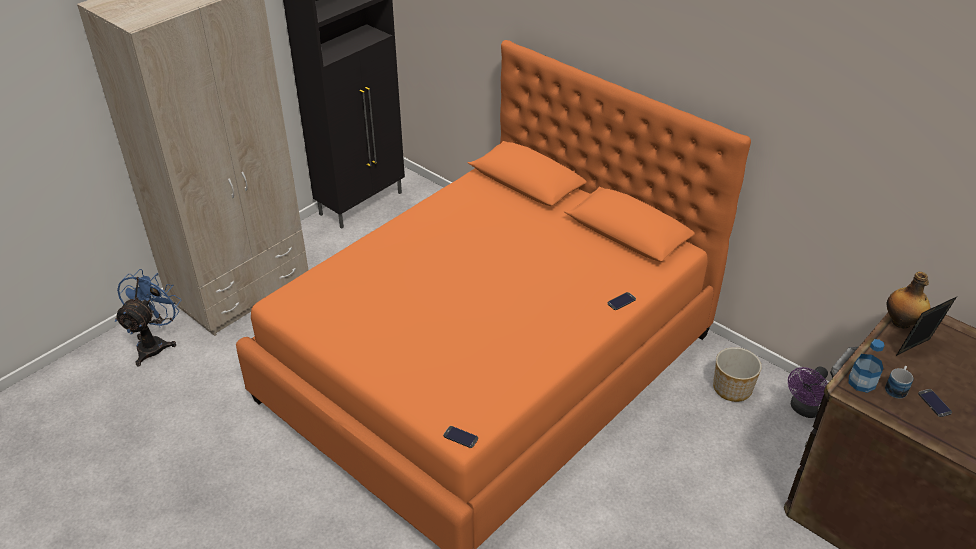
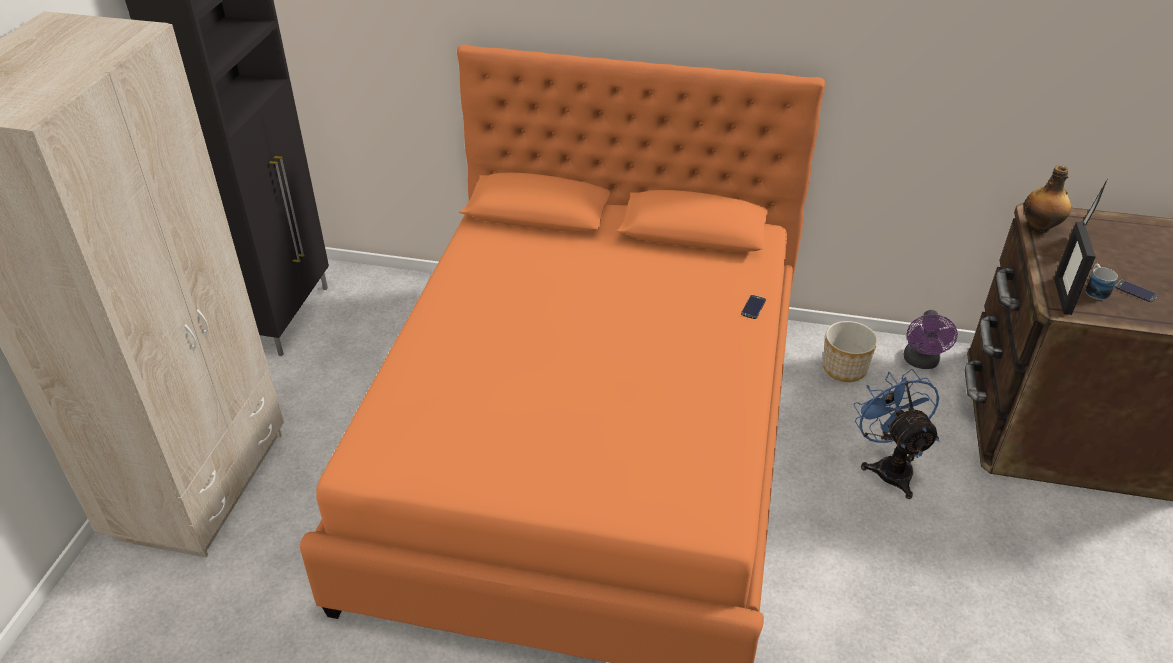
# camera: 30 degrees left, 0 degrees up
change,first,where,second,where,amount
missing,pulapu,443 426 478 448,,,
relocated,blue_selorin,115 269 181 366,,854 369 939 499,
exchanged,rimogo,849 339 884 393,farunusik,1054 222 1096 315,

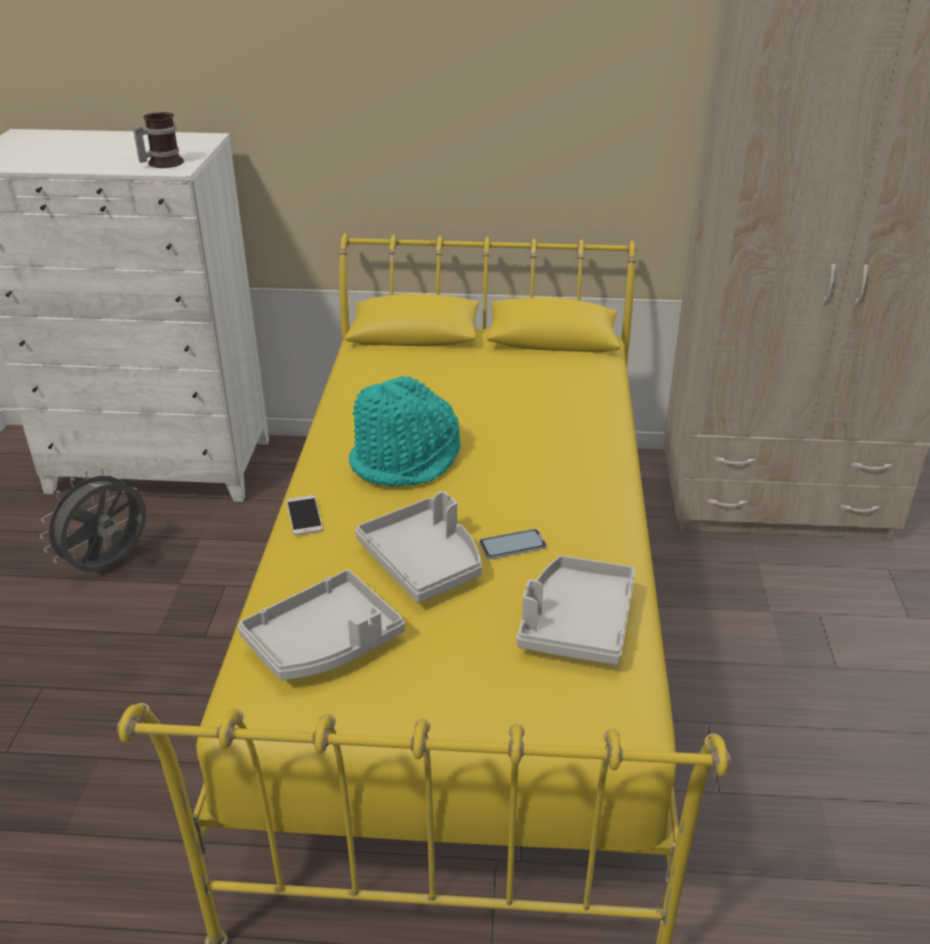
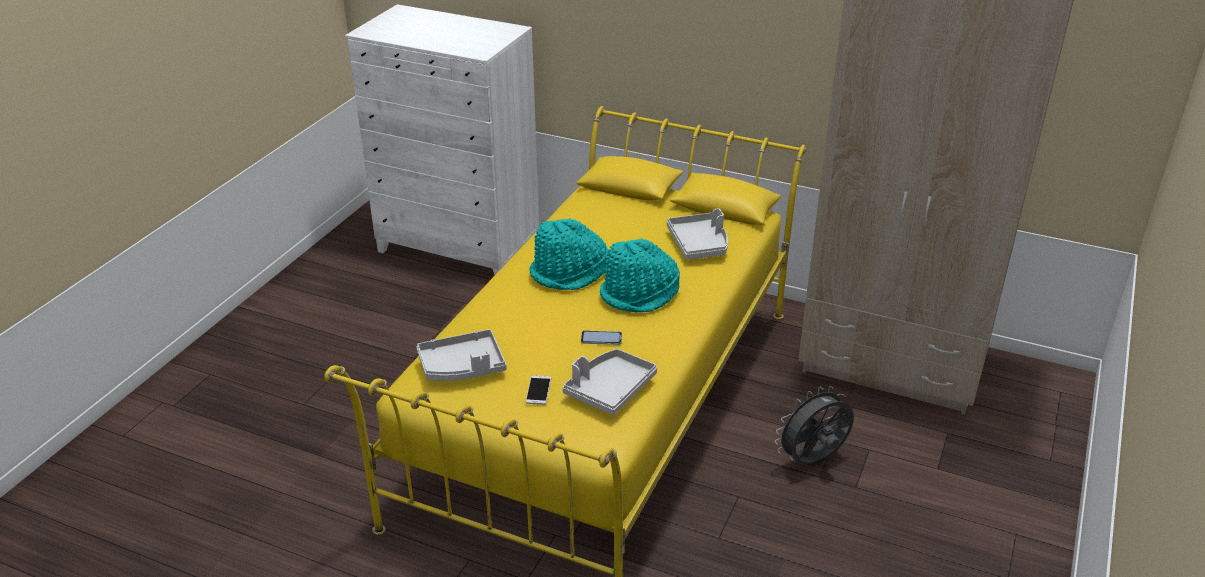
# camera: 20 degrees right, 0 degrees up
change,first,where,second,where,amount
missing,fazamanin,133 112 184 168,,,
appeared,,,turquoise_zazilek,600 239 680 312,
relocated,grey_selorin,40 468 146 572,,775 386 854 466,
relocated,pulapu,286 495 323 535,,525 375 551 405,
relocated,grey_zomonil,355 491 482 603,,667 208 728 260,

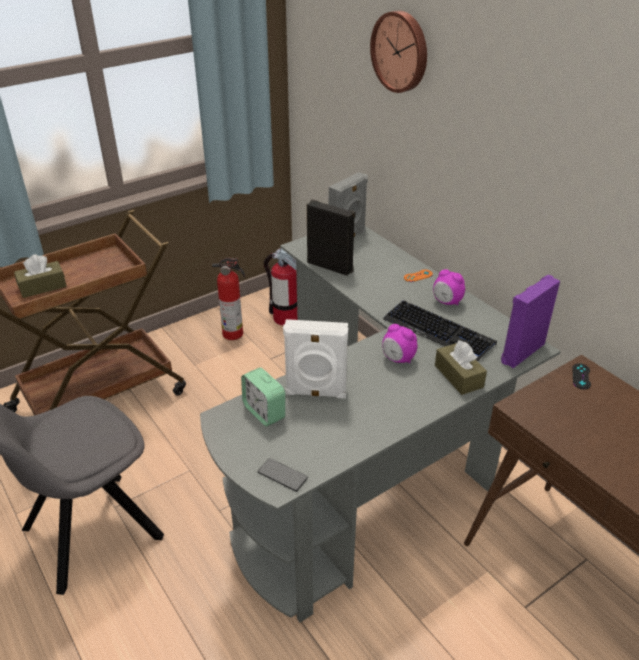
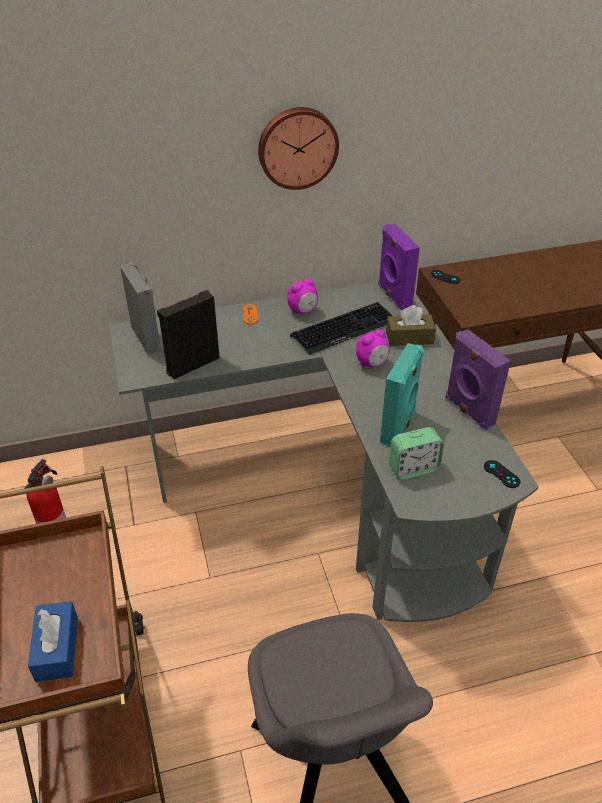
# camera: 70 degrees left, 5 degrees up
change,first,where,second,where,amount
missing,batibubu,264 248 297 326,,,
appeared,,,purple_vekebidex,446 329 511 430,
relocated,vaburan,370 11 427 93,,258 107 339 190,
exchanged,pulapu,258 458 308 492,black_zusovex,484 460 520 488,
colour,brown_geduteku,14 254 67 298,blue_geduteku,28 601 78 682,
colour,white_vekebidex,283 319 348 399,turquoise_vekebidex,380 343 424 447,

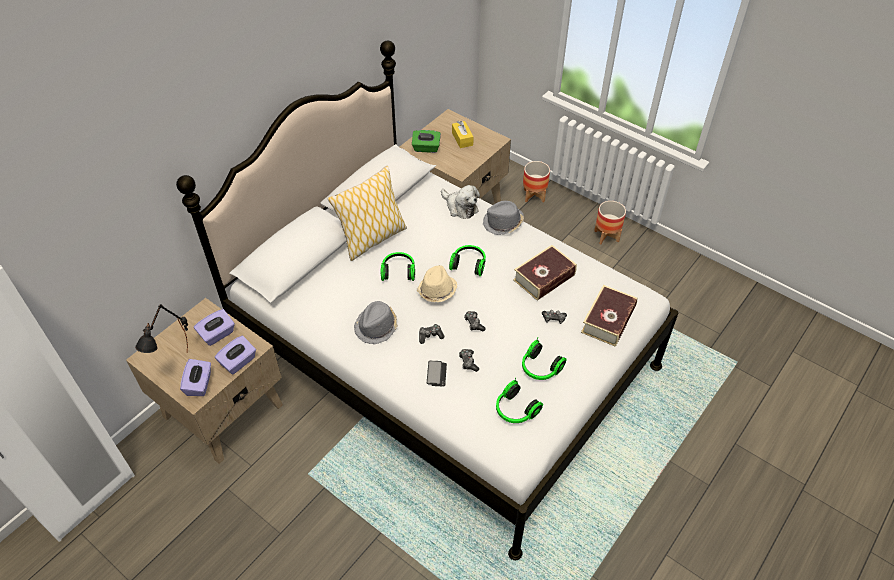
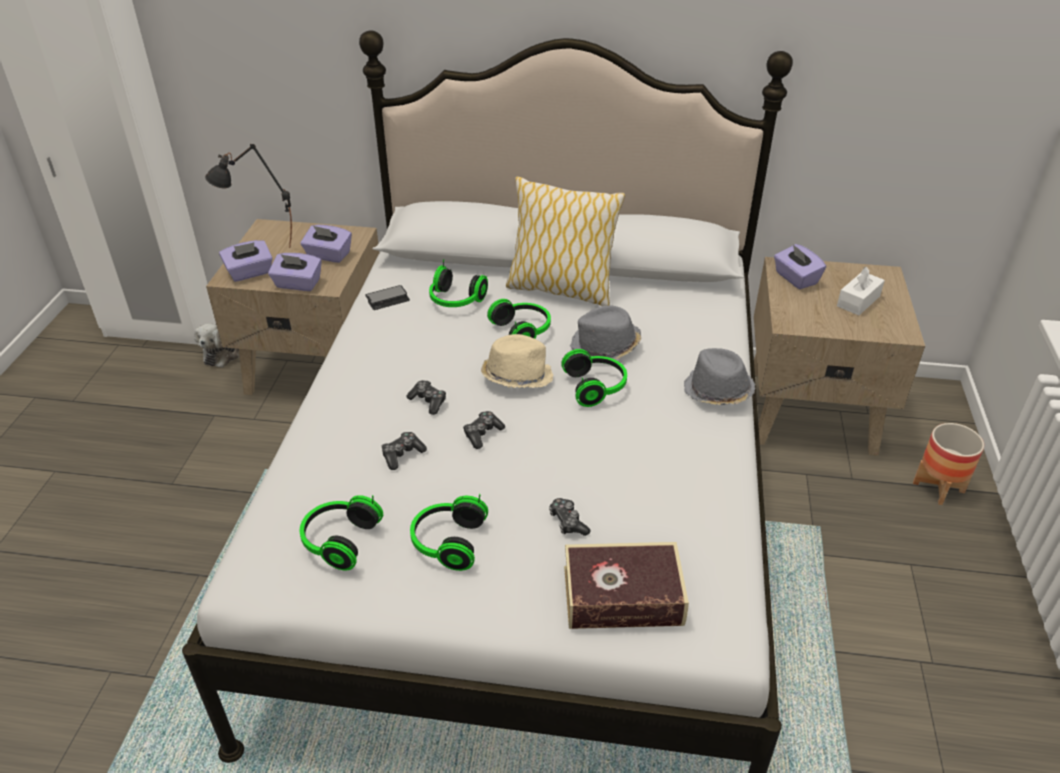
# camera: 60 degrees right, 10 degrees down
change,first,where,second,where,amount
missing,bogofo,513 245 577 301,,,
missing,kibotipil,594 201 626 244,,,
appeared,,,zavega,429 259 488 307,
relocated,grey_zazilek,354 301 398 345,,570 305 641 359,
relocated,pulapu,427 361 447 386,,365 285 410 310,
relocated,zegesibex,441 185 480 219,,194 323 239 368,
colour,green_geduteku,412 130 441 153,purple_geduteku,774 244 826 289,
colour,yellow_geduteku,452 121 474 148,white_geduteku,837 267 885 315,

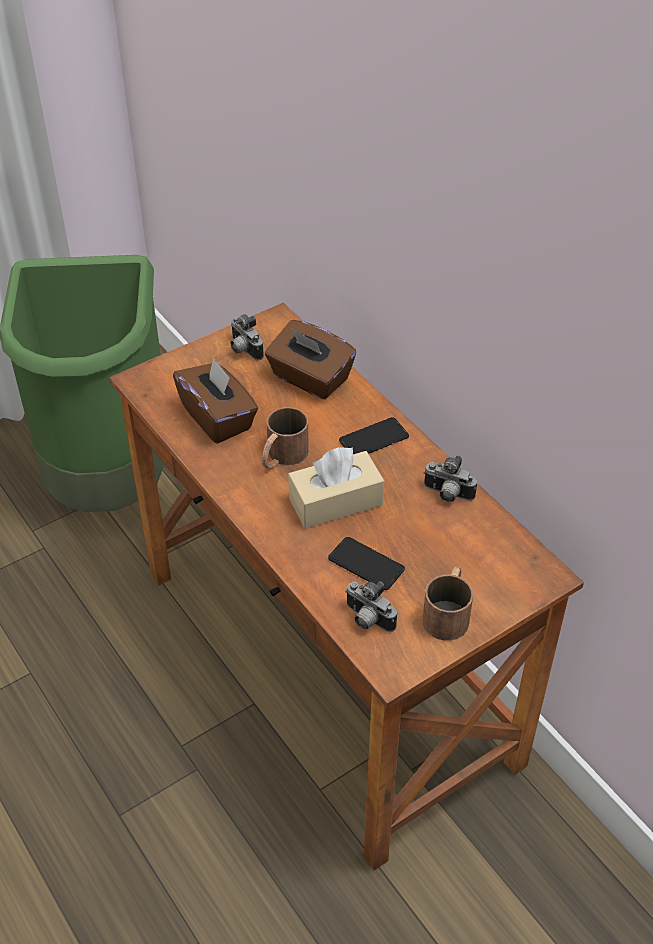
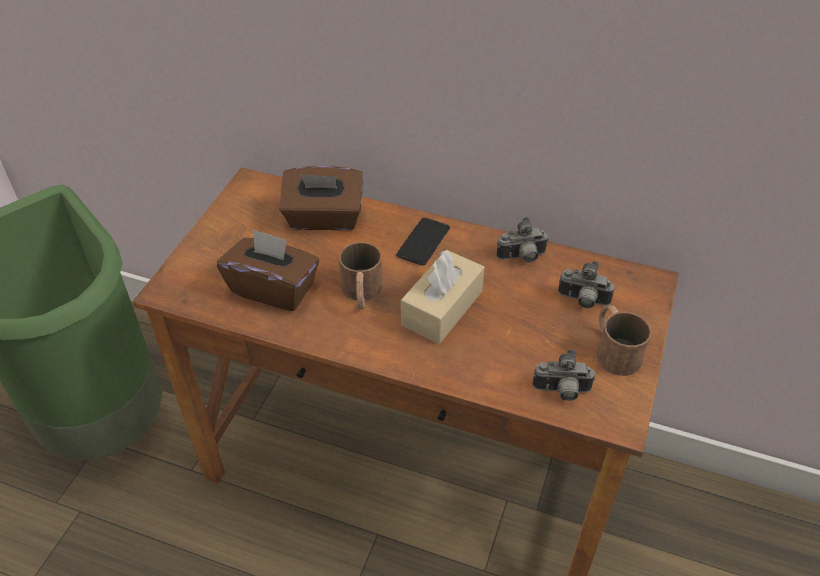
# camera: 35 degrees left, 0 degrees up
change,first,where,second,where,amount
missing,pulapu,328 537 405 590,,,
relocated,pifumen,230 314 264 360,,558 261 615 308,

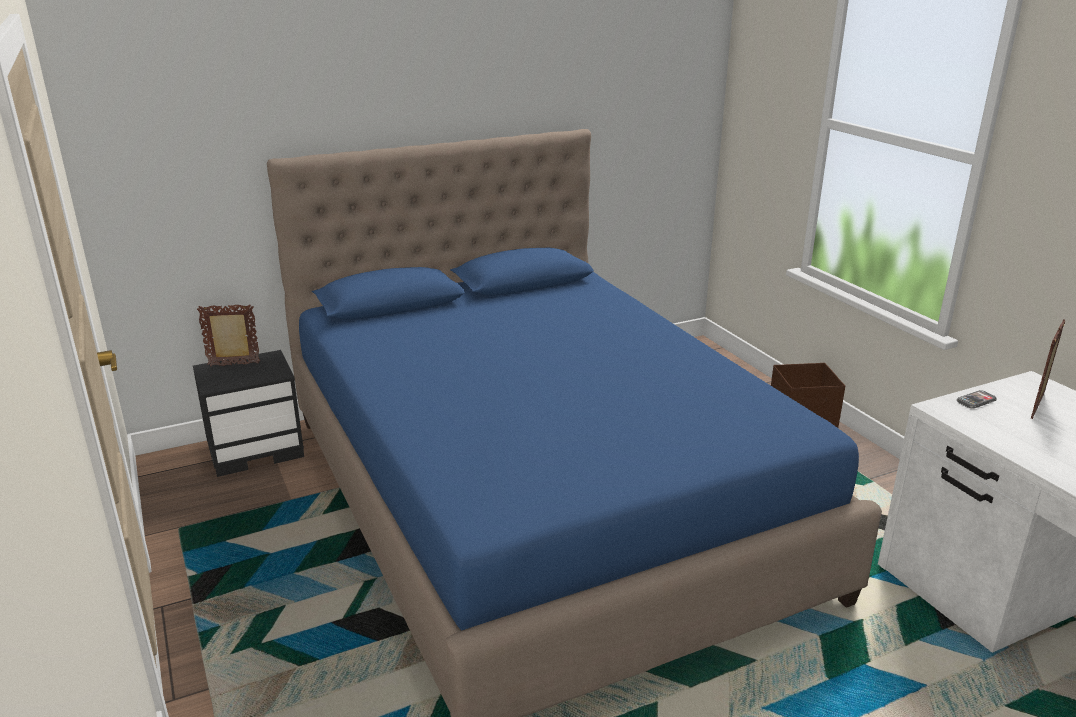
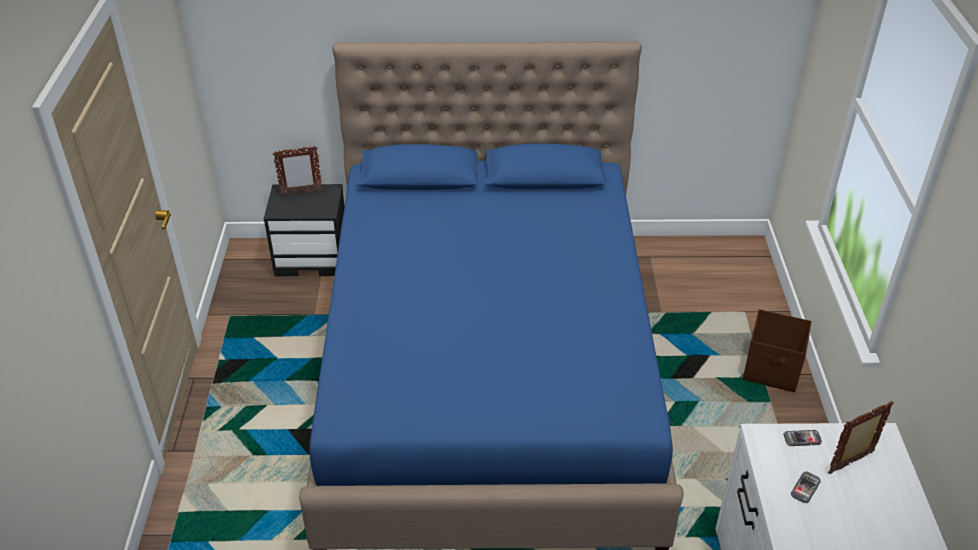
# camera: 25 degrees right, 15 degrees up
change,first,where,second,where,amount
appeared,,,pulapu,791 472 821 503,
spun,farunusik,197 304 260 367,,273 146 323 195,150 degrees clockwise

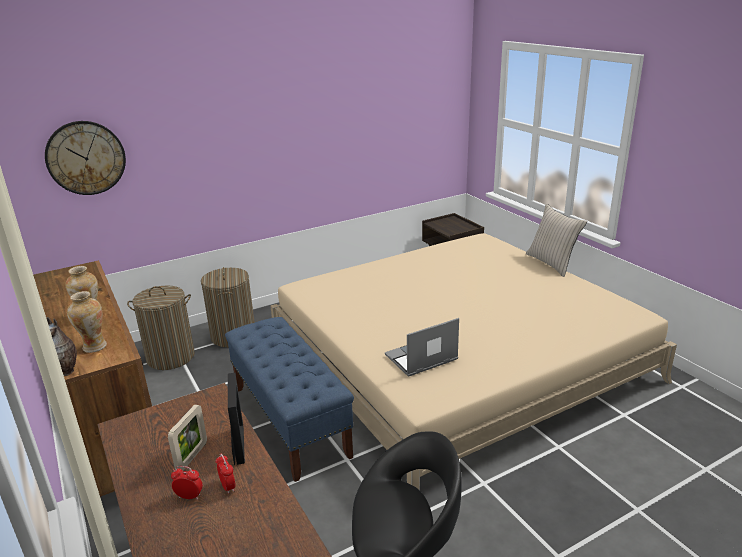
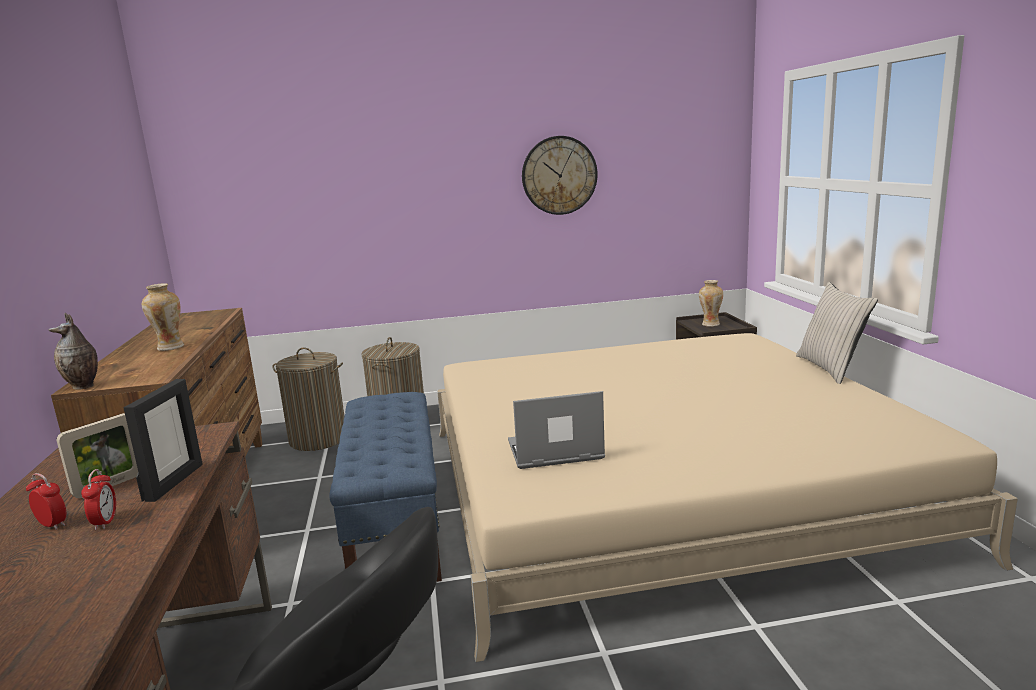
# camera: 20 degrees right, 10 degrees down
change,first,where,second,where,amount
relocated,vaburan,45 121 126 195,,522 136 598 215,
relocated,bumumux,67 291 107 353,,699 280 723 327,

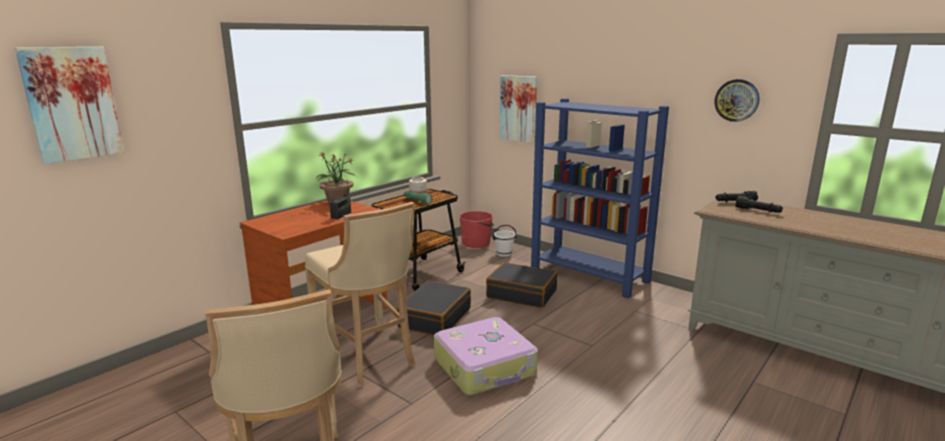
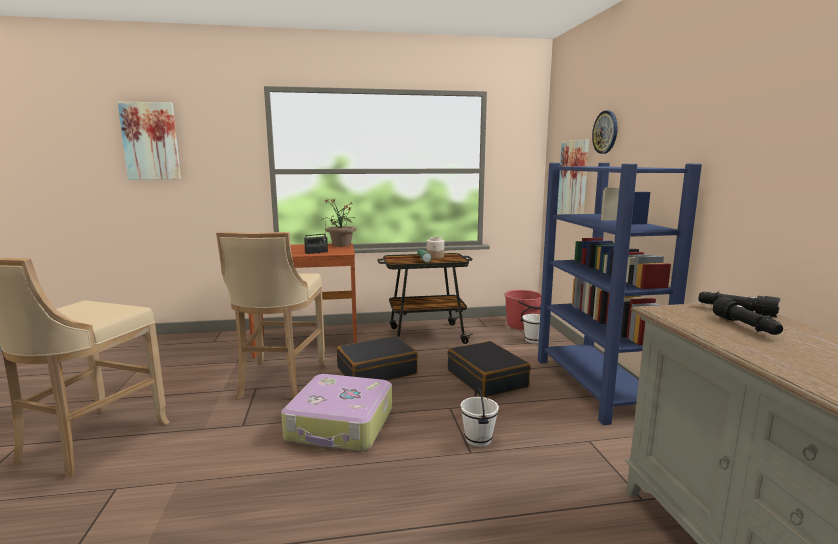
# camera: 40 degrees right, 5 degrees down
change,first,where,second,where,amount
appeared,,,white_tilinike,460 388 499 447,
relocated,vaburan,714 79 760 122,,592 110 618 154,

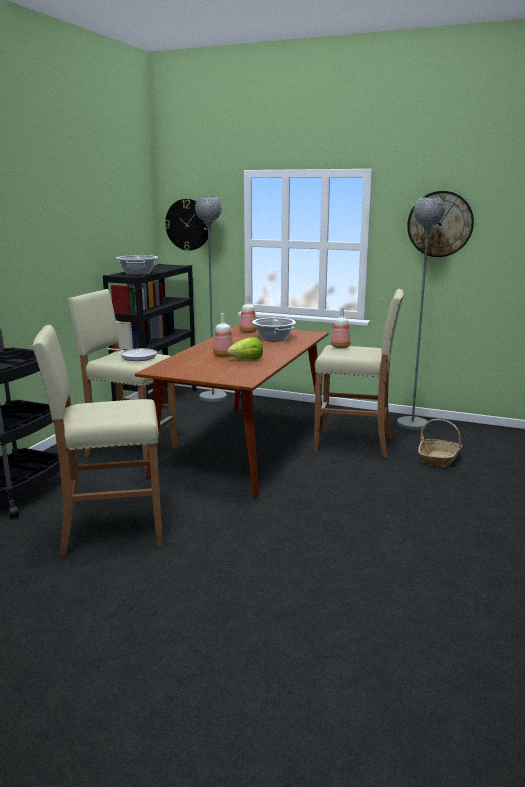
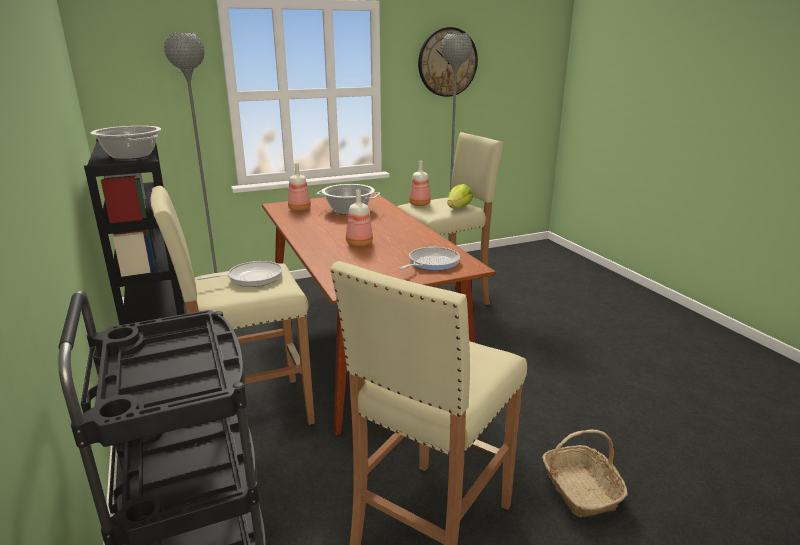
# camera: 45 degrees left, 5 degrees up
change,first,where,second,where,amount
missing,vaburan,165 199 211 251,,,
appeared,,,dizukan,399 247 460 271,
relocated,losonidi,227 337 263 360,,447 184 473 209,
relocated,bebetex,418 419 463 468,,542 429 628 518,

